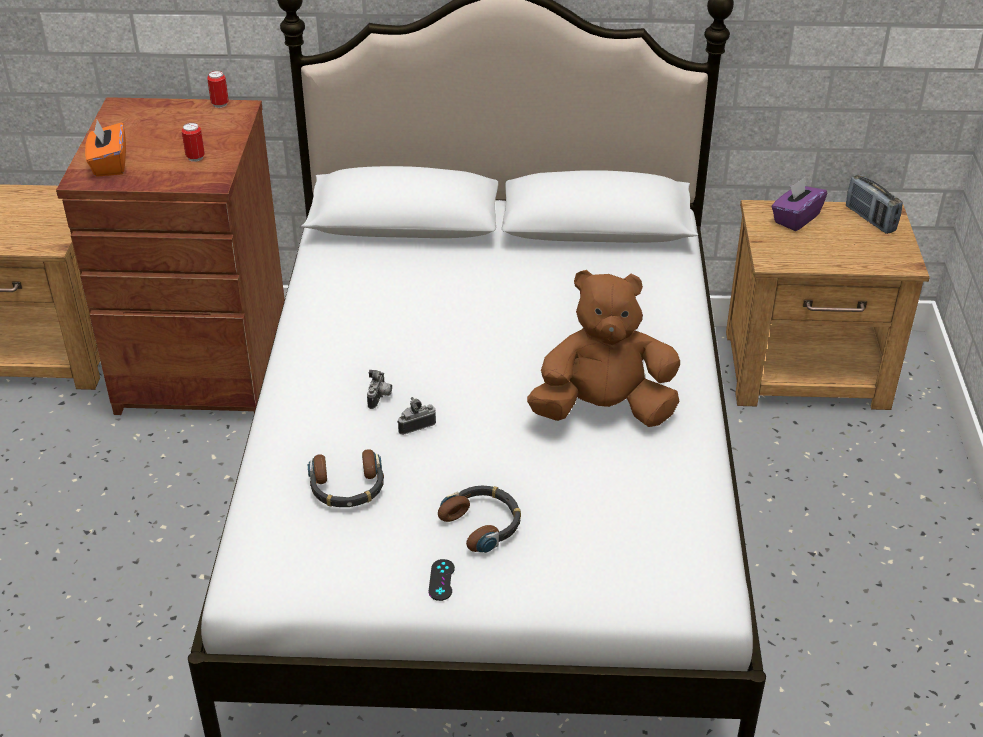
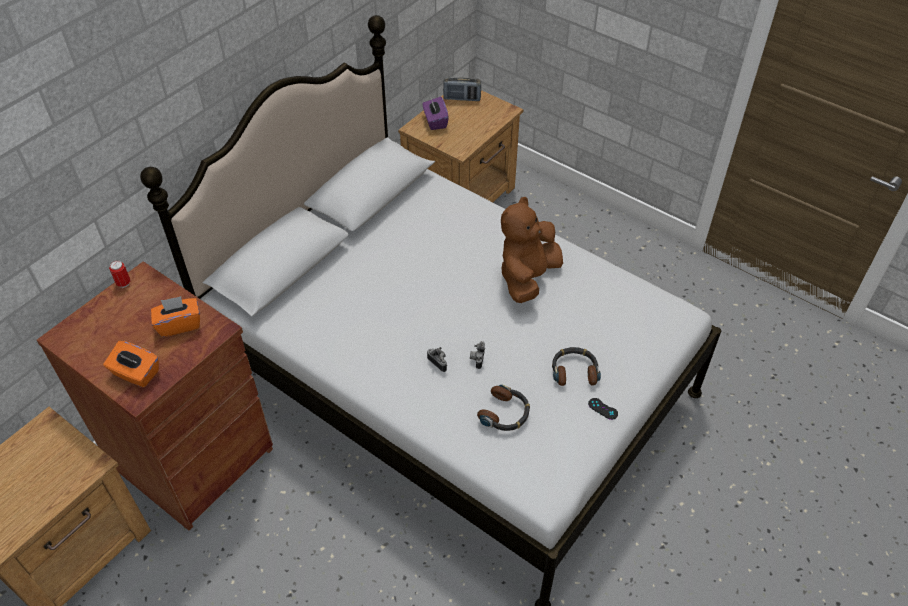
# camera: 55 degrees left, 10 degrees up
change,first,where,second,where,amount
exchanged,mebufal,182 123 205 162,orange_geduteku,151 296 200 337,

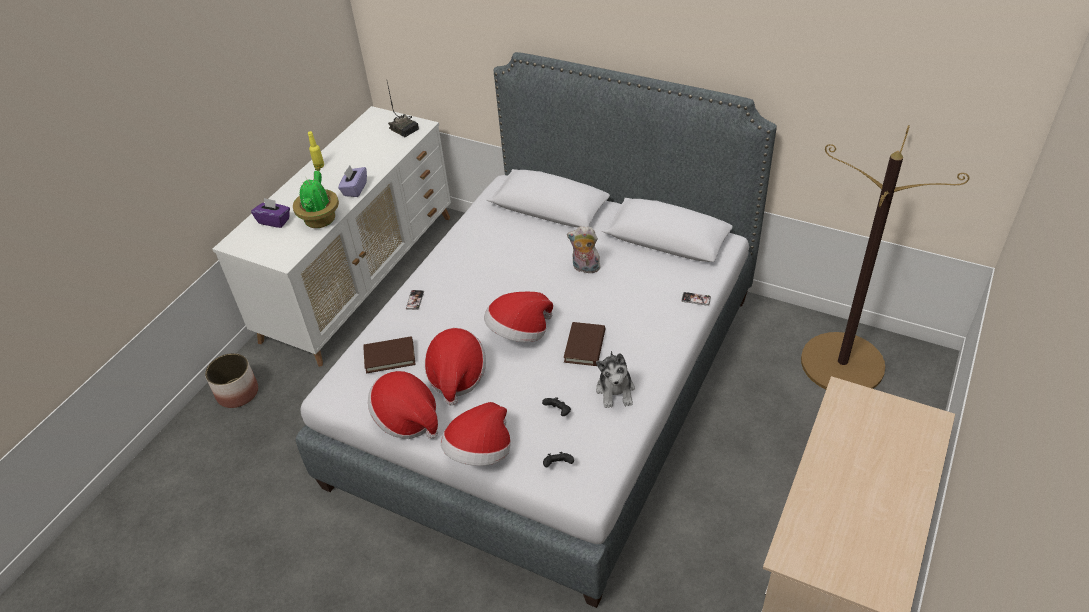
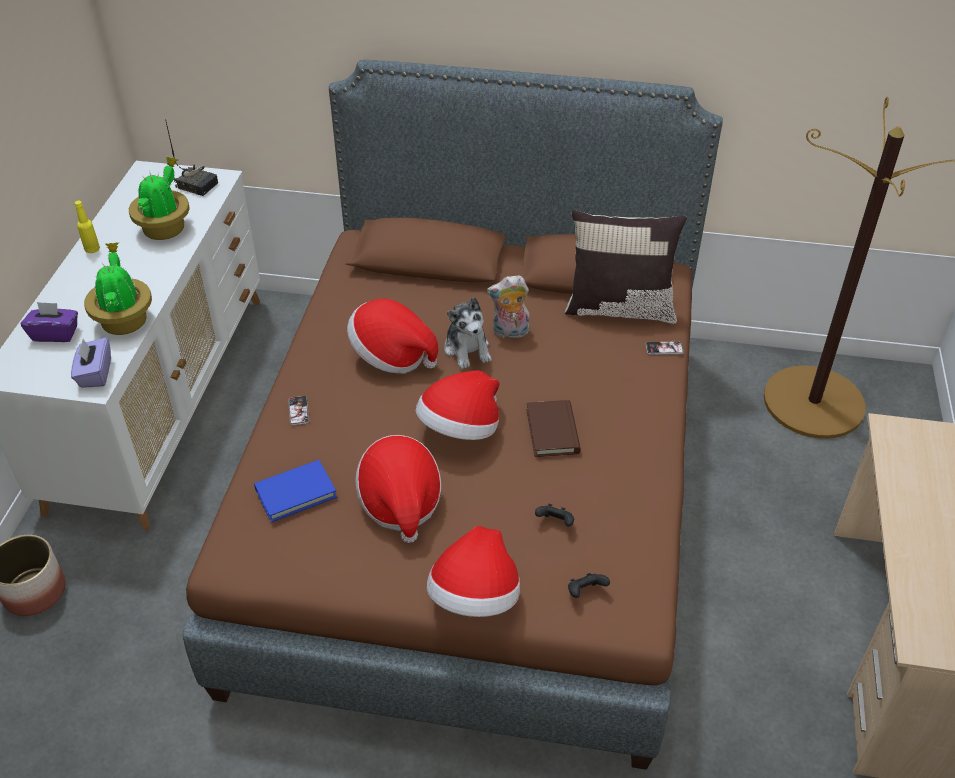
# camera: 20 degrees left, 0 degrees up
change,first,where,second,where,amount
appeared,,,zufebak,129 156 190 240,
appeared,,,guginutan,565 210 687 324,
relocated,purple_geduteku,338 165 367 197,,71 337 111 388,
relocated,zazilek,368 371 438 439,,347 299 438 373,
relocated,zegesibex,596 351 635 408,,444 297 492 369,
colour,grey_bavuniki,296 52 777 608,brown_bavuniki,183 60 723 770,
colour,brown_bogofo,363 336 416 373,blue_bogofo,254 460 337 522,

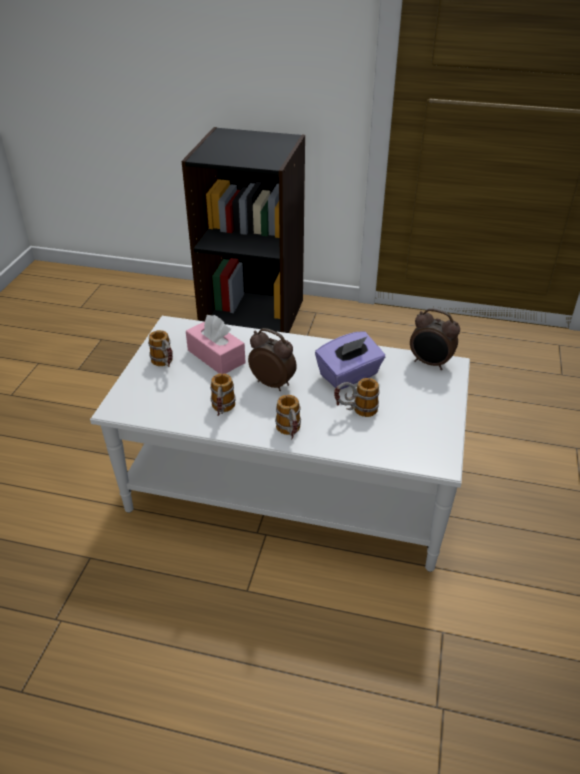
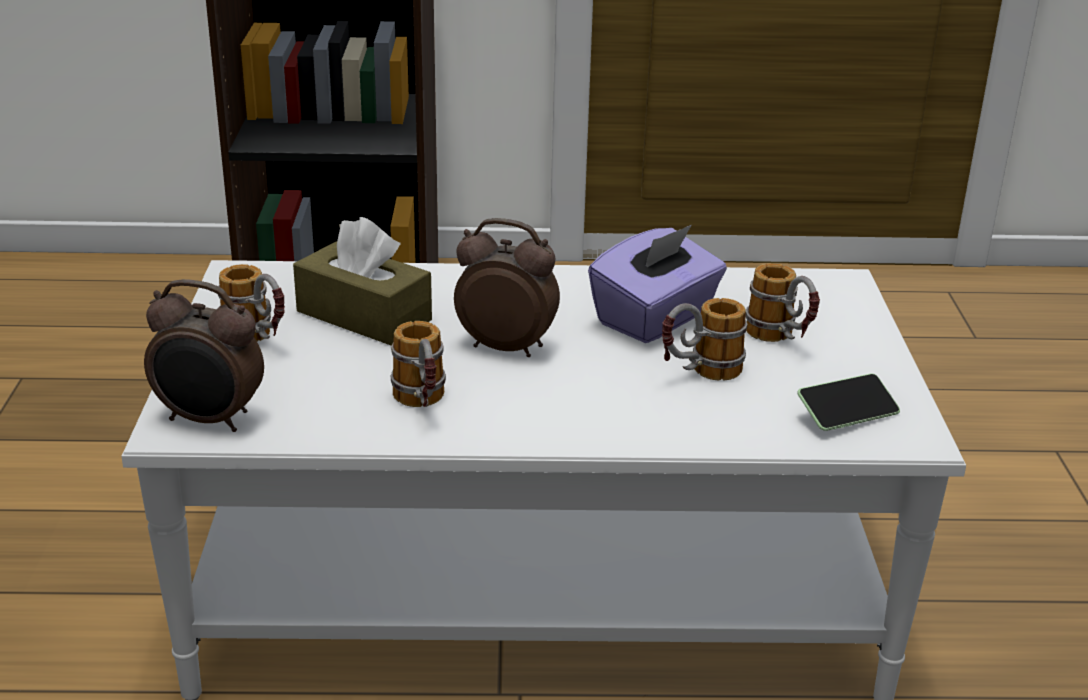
# camera: 15 degrees left, 10 degrees down
change,first,where,second,where,amount
appeared,,,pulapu,797 373 900 431,
relocated,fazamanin,275 395 301 440,,745 263 820 342,
relocated,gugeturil,410 308 460 370,,144 279 264 432,
colour,pink_geduteku,186 315 245 374,brown_geduteku,293 217 432 346,

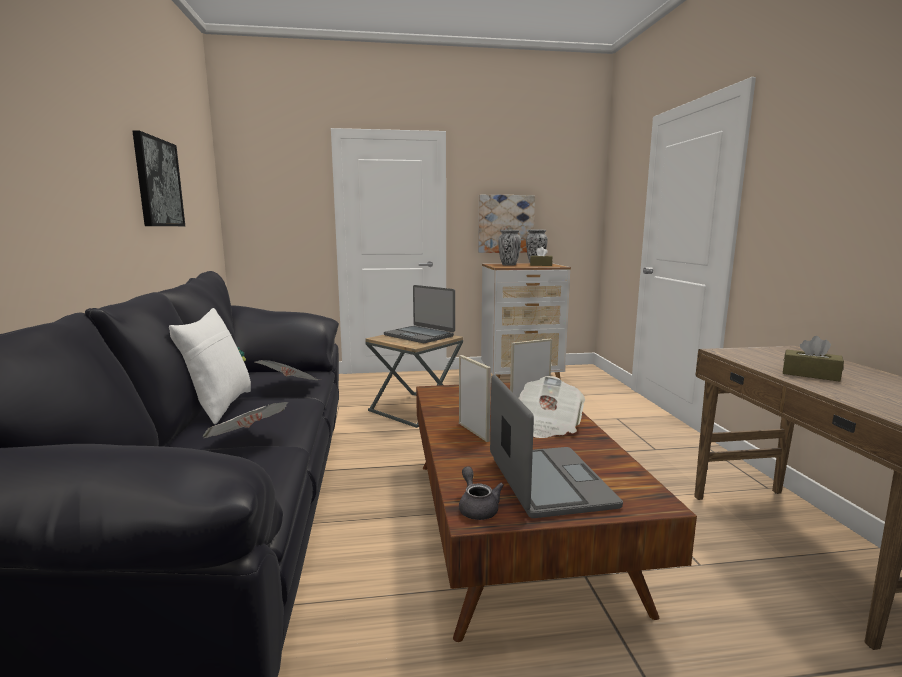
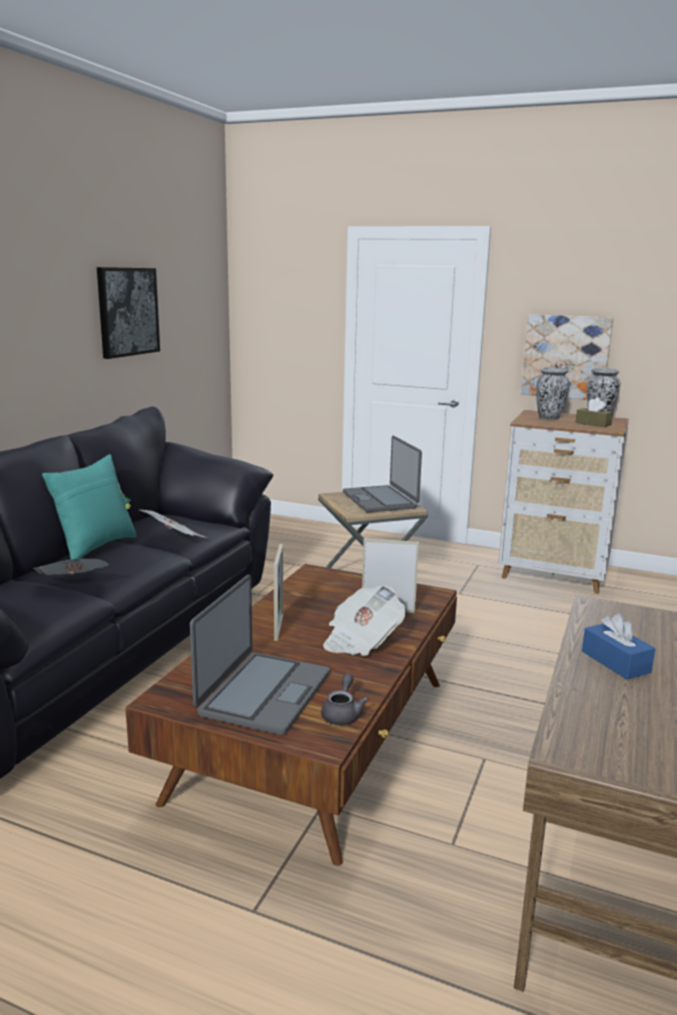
# camera: 30 degrees right, 5 degrees up
change,first,where,second,where,amount
relocated,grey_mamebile,459 466 504 520,,321 673 369 725,
colour,white_guginutan,169 308 251 424,turquoise_guginutan,42 454 136 560,
colour,brown_geduteku,783 336 844 382,blue_geduteku,582 613 655 680,

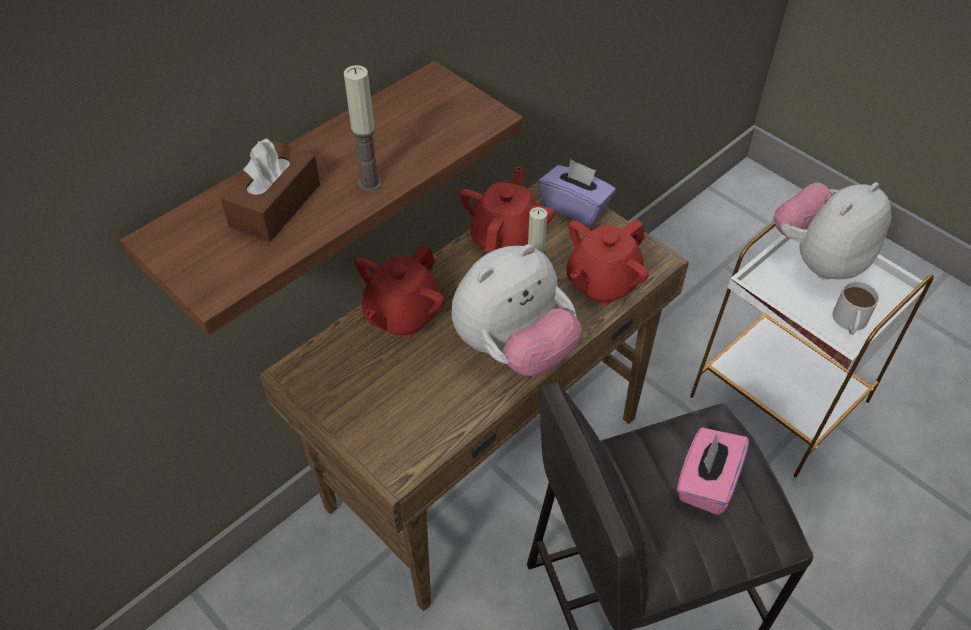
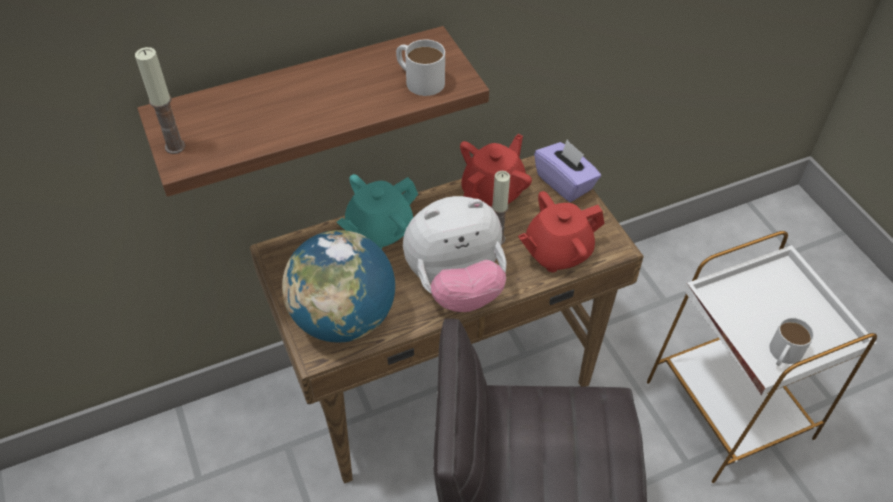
# camera: 20 degrees right, 0 degrees up
change,first,where,second,where,amount
missing,brown_geduteku,220 138 320 242,,,
missing,pink_geduteku,677 428 749 515,,,
missing,zegesibex,773 182 891 279,,,
appeared,,,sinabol,282 230 395 343,
appeared,,,white_fazamanin,396 39 445 96,
relocated,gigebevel,344 65 382 192,,135 47 186 154,
colour,red_mamebile,355 244 444 338,turquoise_mamebile,337 174 418 249,

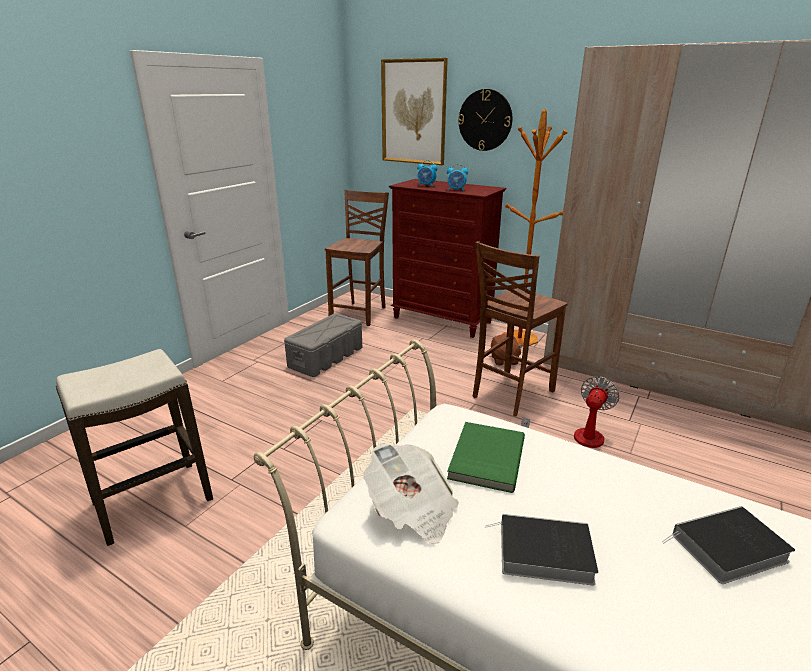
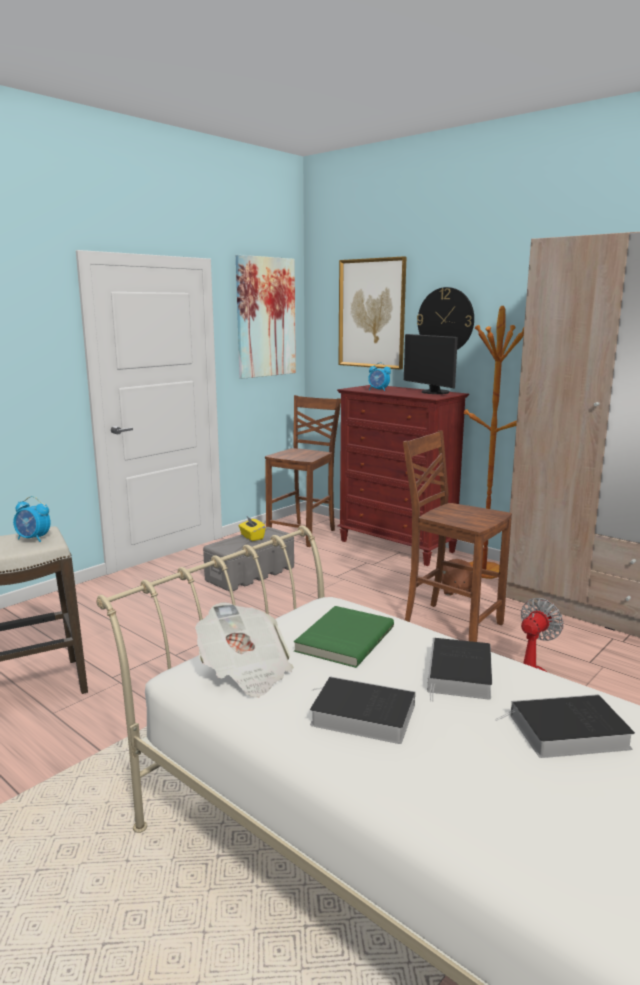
# camera: 10 degrees right, 10 degrees down
change,first,where,second,where,amount
appeared,,,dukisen,236 255 296 379,
appeared,,,yellow_geduteku,238 517 266 541,
appeared,,,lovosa,404 334 458 394,
appeared,,,bogofo,427 638 492 702,
relocated,gugeturil,447 164 468 191,,13 496 51 542,
spun,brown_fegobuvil,473 241 567 416,,403 431 512 642,75 degrees clockwise

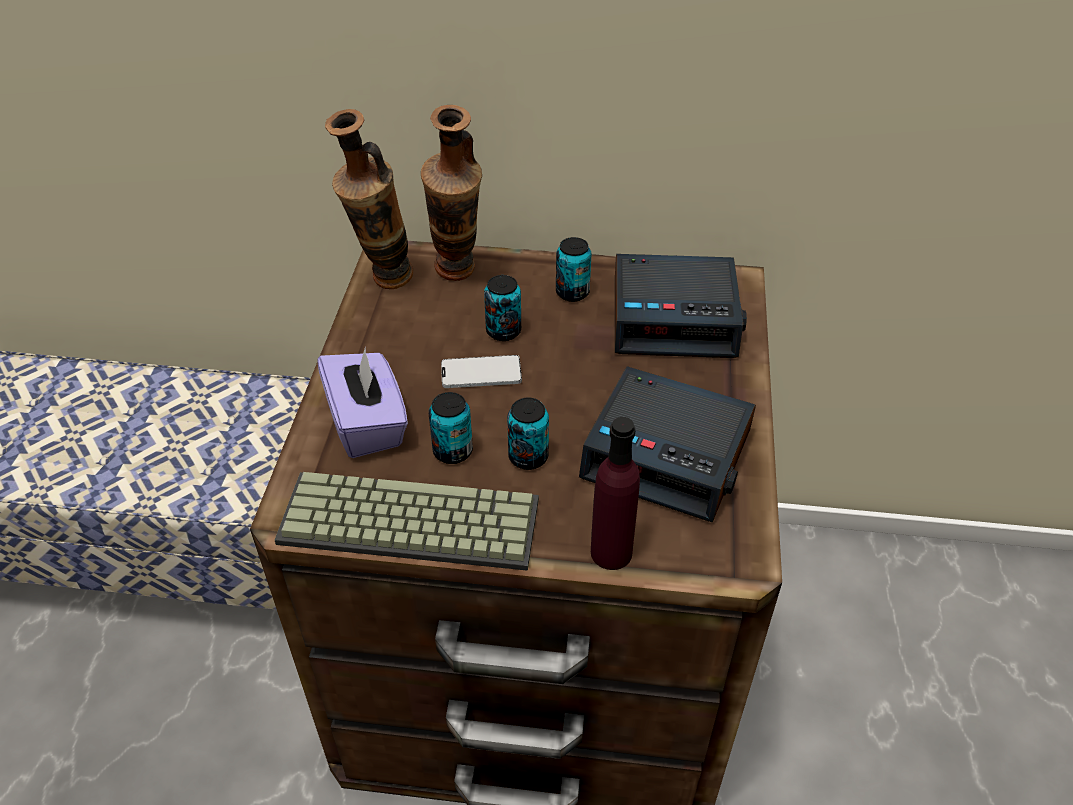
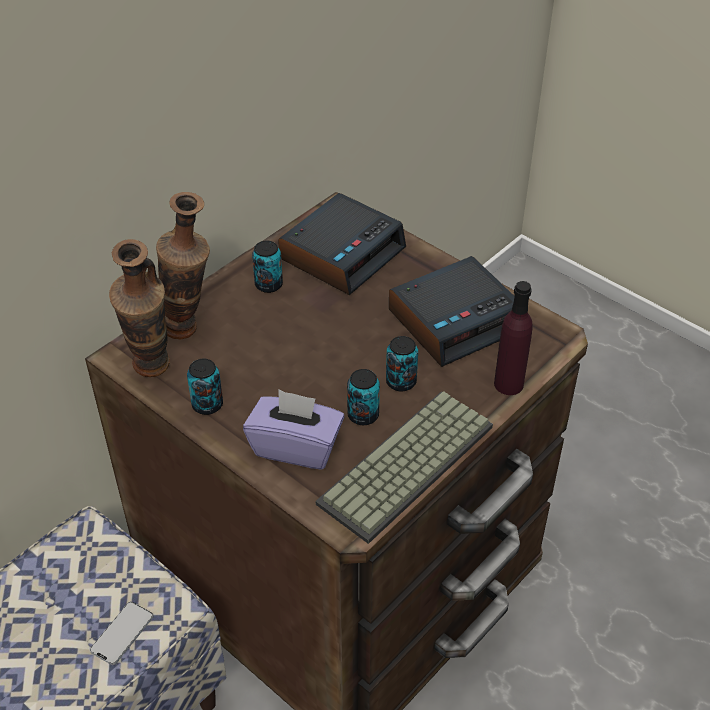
# camera: 55 degrees left, 0 degrees up
change,first,where,second,where,amount
relocated,pulapu,441 355 522 388,,90 602 154 665,
relocated,mebufal,484 275 521 341,,187 359 223 415,

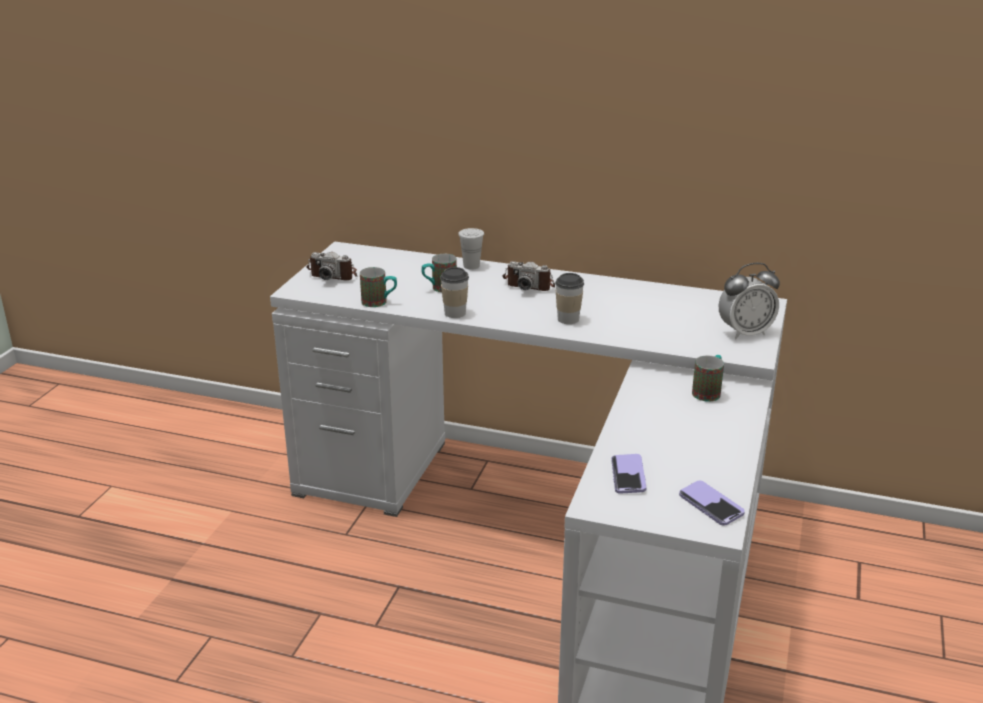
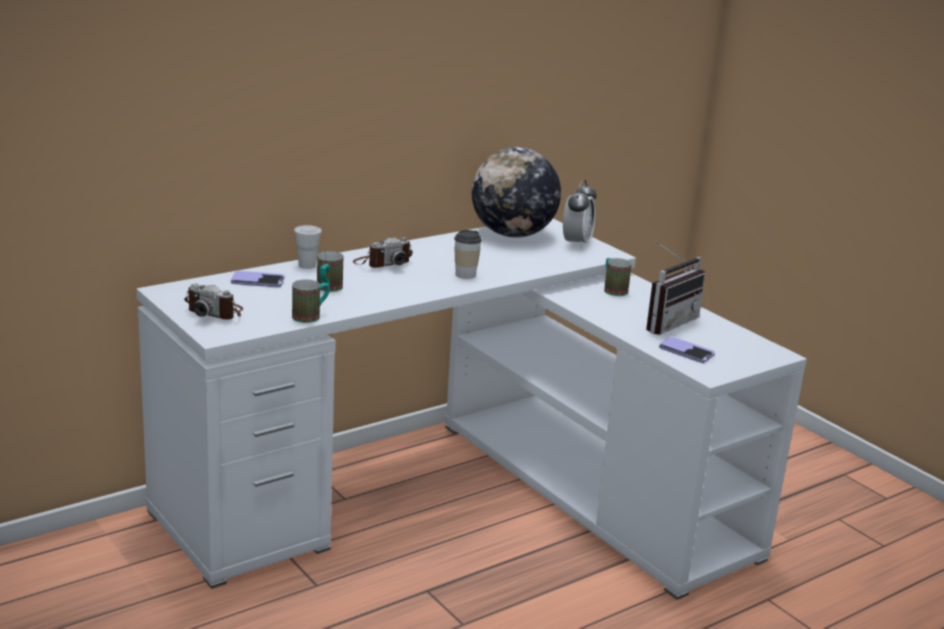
# camera: 55 degrees left, 5 degrees down
change,first,where,second,where,amount
missing,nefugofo,440 267 469 318,,,
appeared,,,sinabol,472 147 561 238,
appeared,,,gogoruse,646 242 706 335,
relocated,pulapu,679 481 745 526,,231 271 285 287,
spun,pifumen,306 252 358 280,,184 284 243 320,60 degrees clockwise

